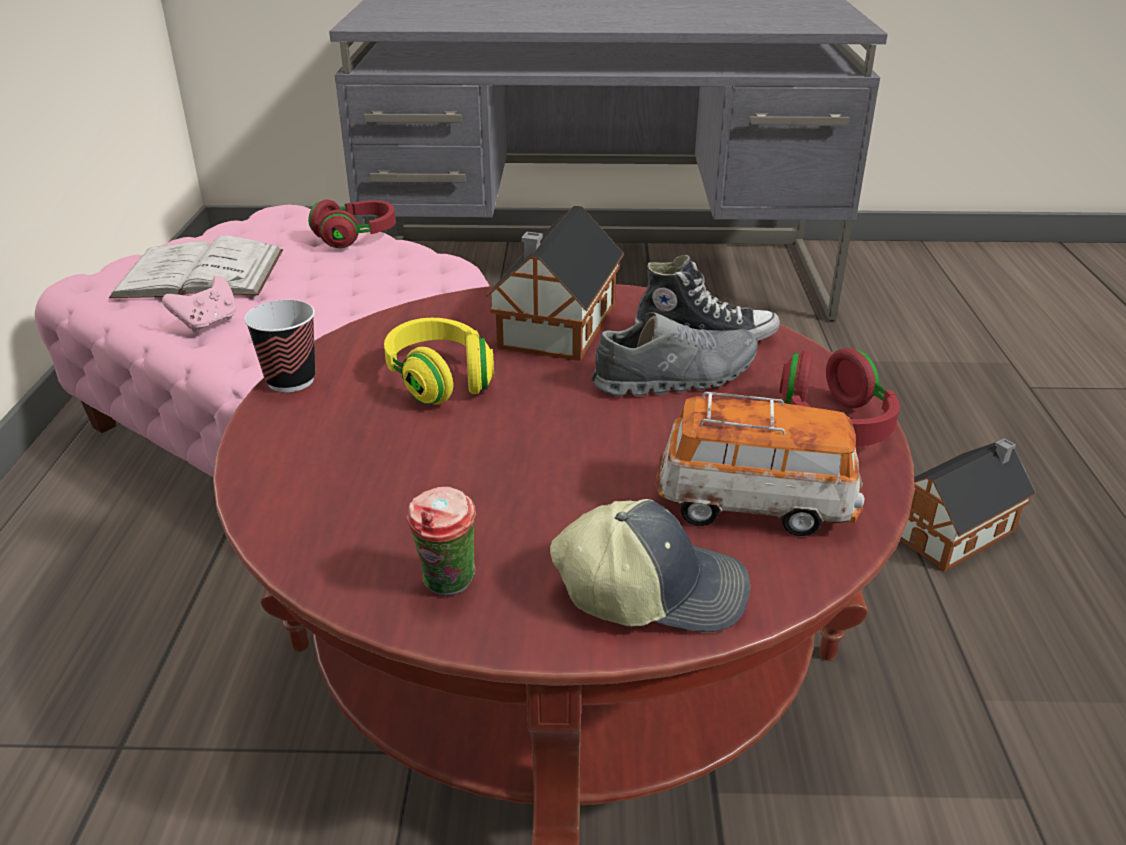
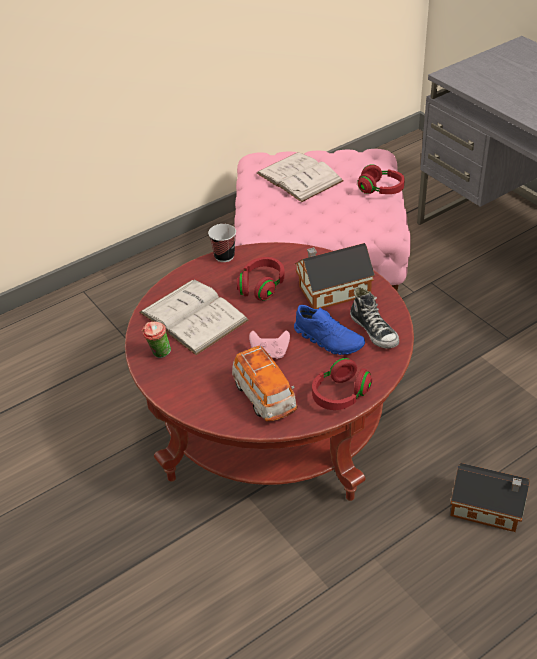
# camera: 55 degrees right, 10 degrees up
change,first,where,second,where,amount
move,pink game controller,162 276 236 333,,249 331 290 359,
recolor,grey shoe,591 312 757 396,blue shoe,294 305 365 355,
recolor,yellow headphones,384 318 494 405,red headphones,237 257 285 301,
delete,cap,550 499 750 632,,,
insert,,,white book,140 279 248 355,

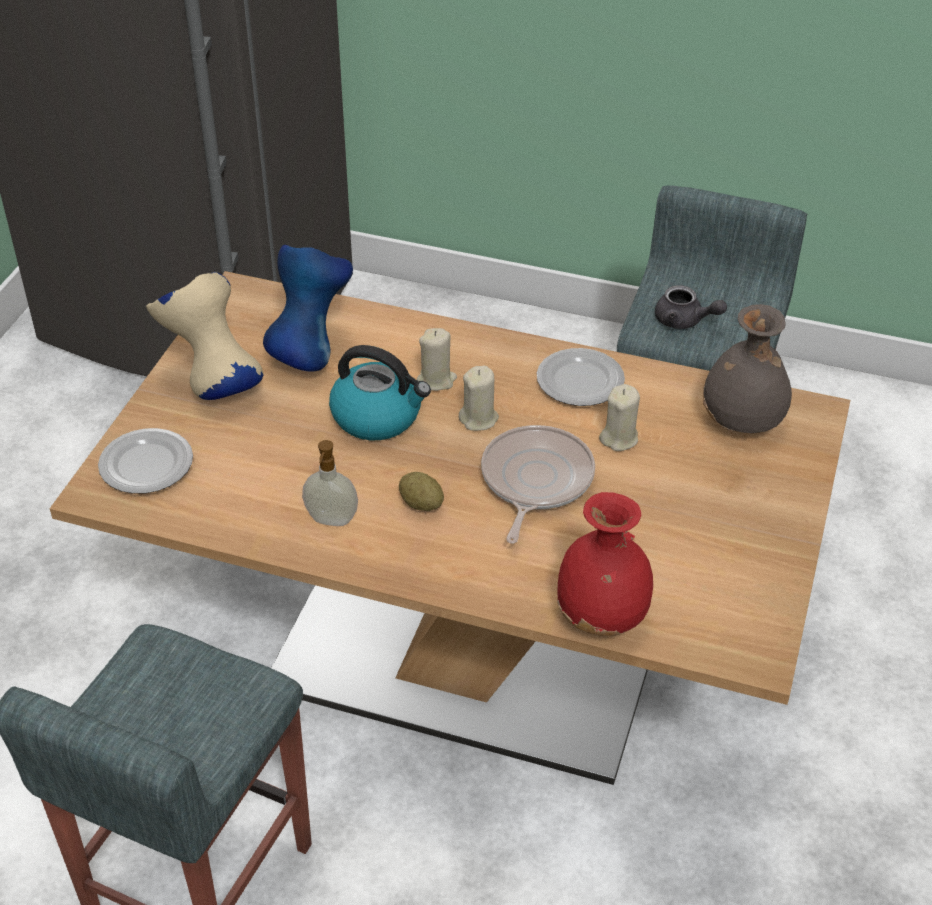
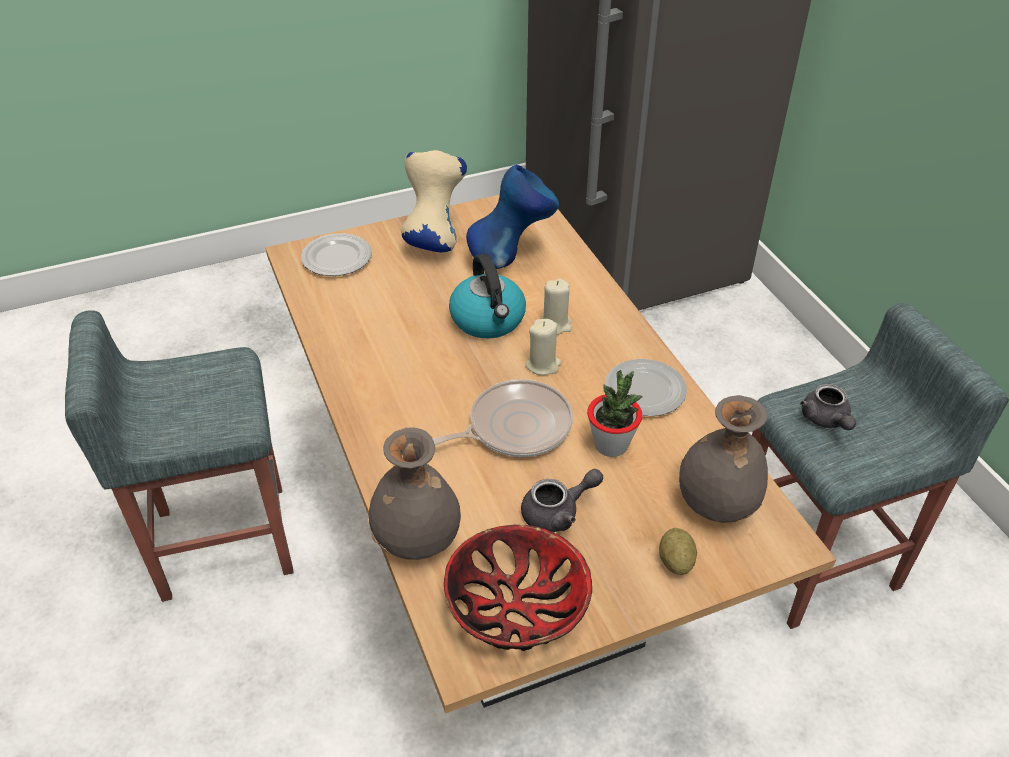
# camera: 50 degrees right, 0 degrees up
change,first,where,second,where,amount
replace,beige candle,599 384 640 451,potted plant,587 370 643 457,
delete,soap dispenser,302 440 358 526,,,
move,potato,399 472 444 511,,659 528 697 575,
recolor,red vase,557 492 653 636,grey vase,368 427 461 560,
insert,,,grey teapot,521 469 603 532,
insert,,,bowl,444 525 592 651,

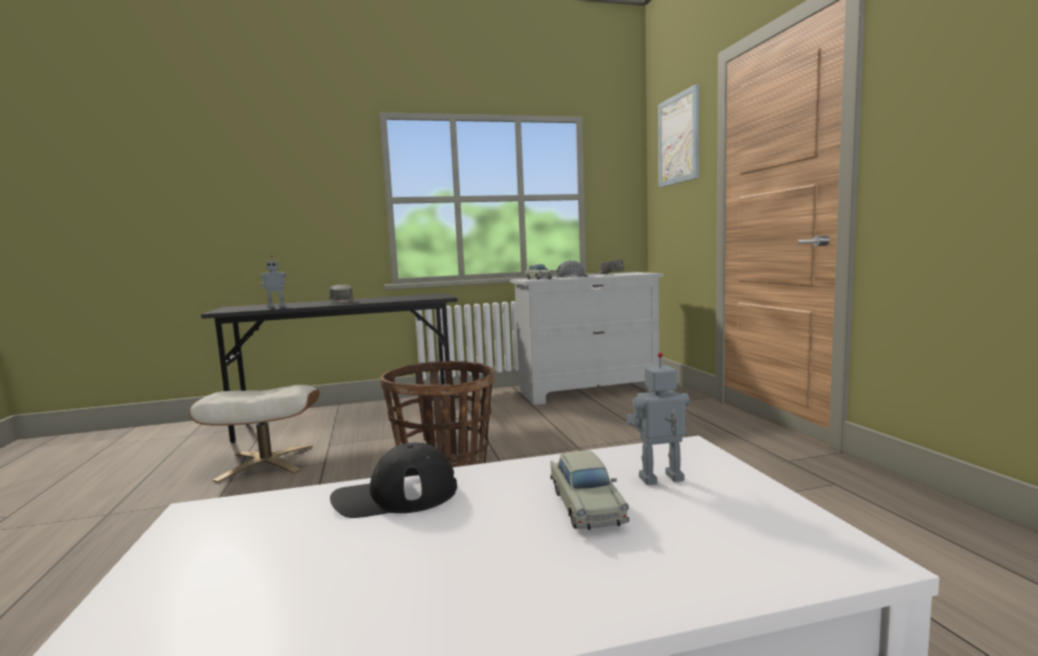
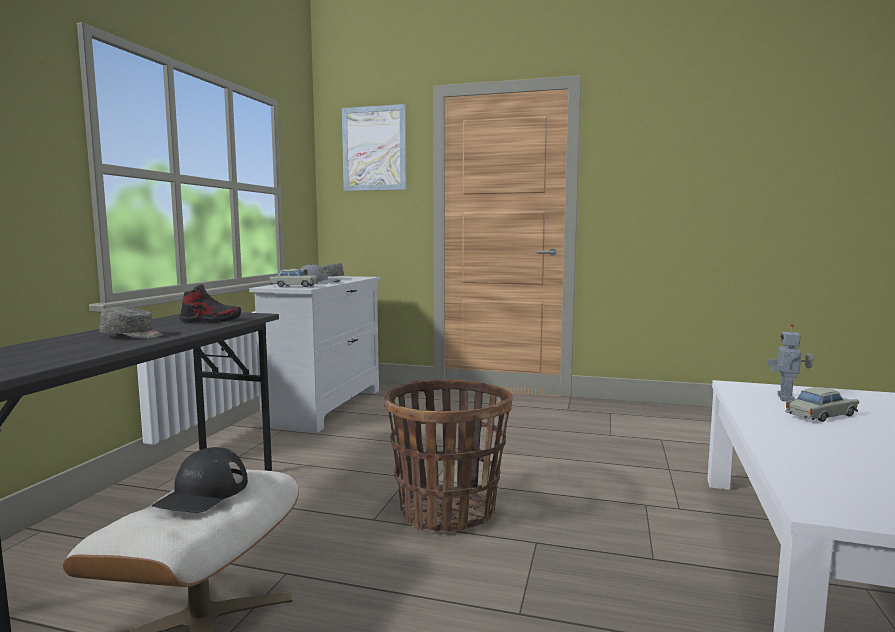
# camera: 60 degrees left, 0 degrees up
change,first,where,second,where,amount
delete,toy robot,261 255 286 308,,,
move,black cap,330 443 457 518,,152 447 248 513,
rotate,beige toy car,550 450 629 530,,785 387 859 422,45 degrees counterclockwise
insert,,,shoe,180 284 241 323,

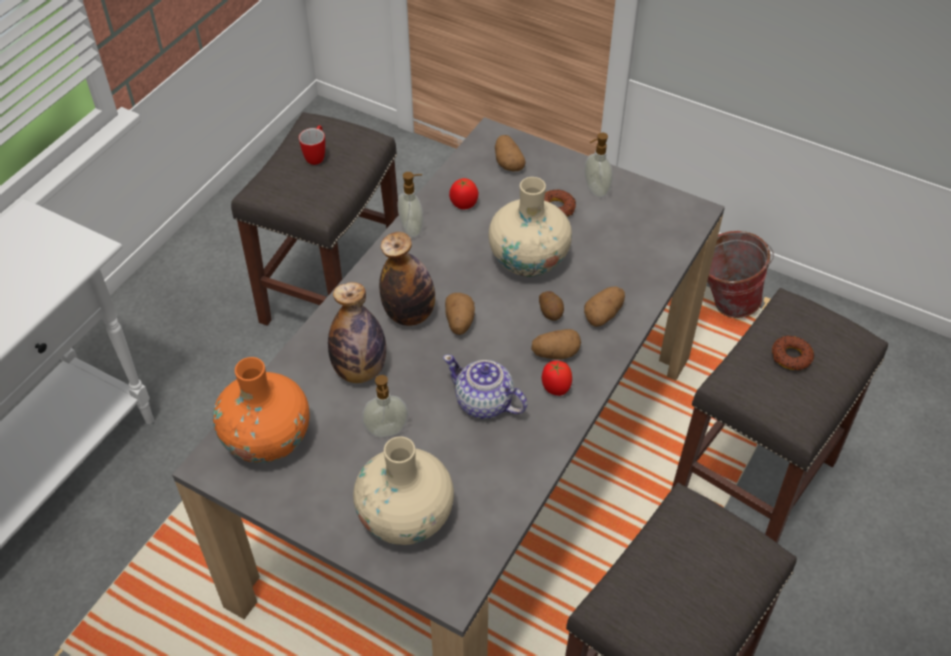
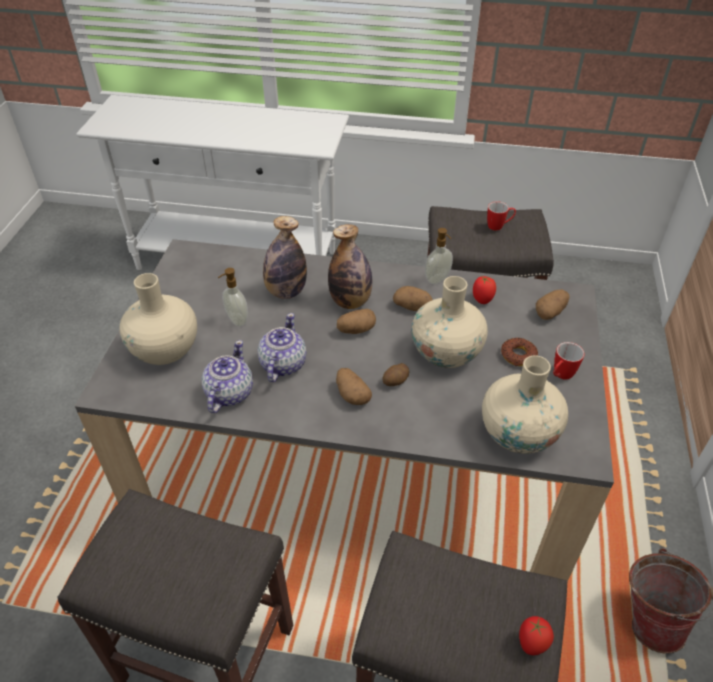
# camera: 70 degrees right, 5 degrees down
change,first,where,second,where,amount
replace,soap dispenser,584 133 613 197,mug,553 342 585 380,
move,potato,584 286 625 327,,393 286 433 311,
delete,donut,772 335 814 370,,,
delete,orange vase,213 357 309 463,,,
move,tomato,542 361 572 396,,519 616 554 655,
insert,,,teapot,202 340 253 413,
insert,,,beige vase,482 355 568 454,

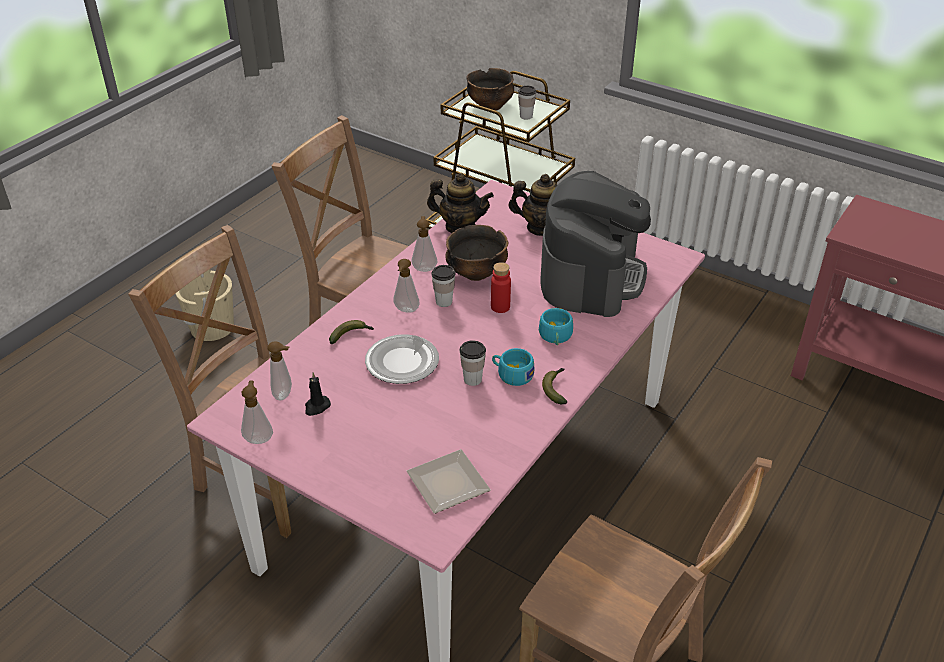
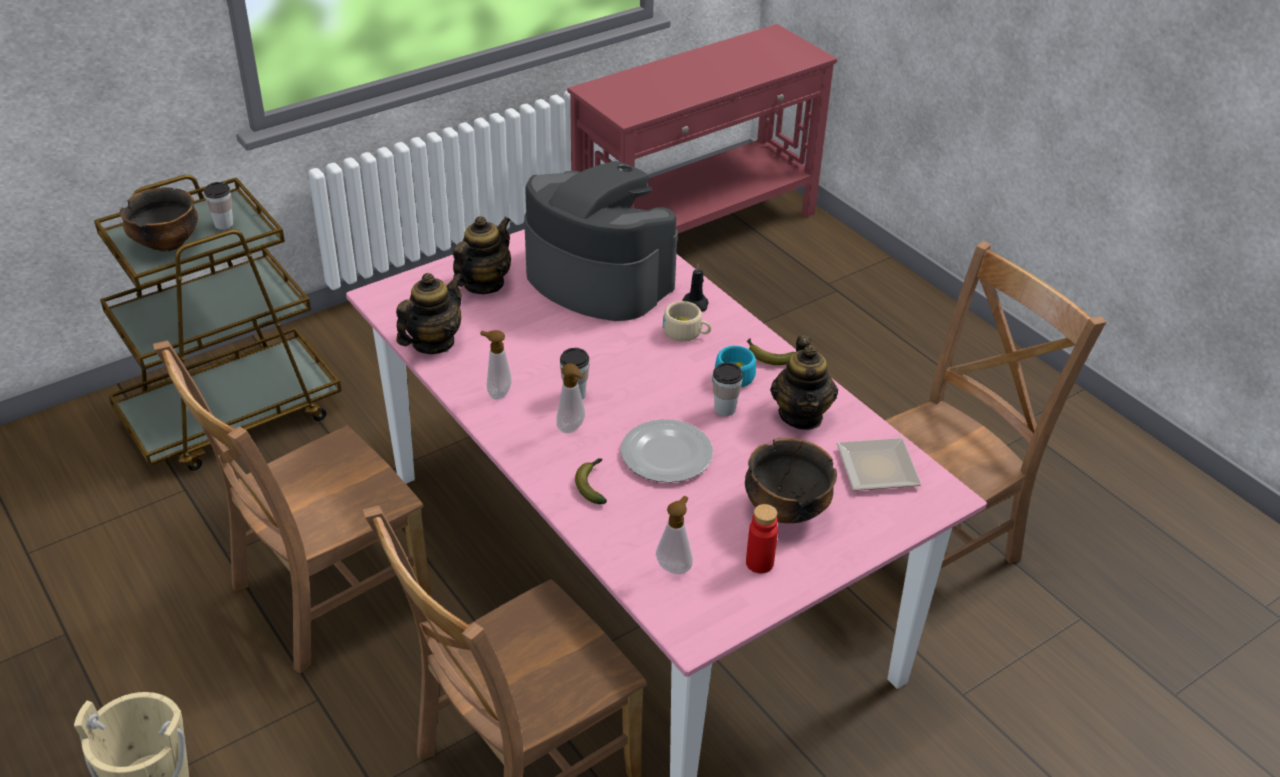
# camera: 70 degrees left, 0 degrees up
change,first,where,second,where,amount
move,bowl,445 225 508 281,,745 438 837 523,
move,red bottle,491 262 511 313,,746 504 778 573,
recolor,turquoise cup,539 308 573 345,beige cup,663 301 711 342,
move,black candle,305 373 331 416,,682 264 709 312,
delete,soap dispenser,241 380 273 444,,,
insert,,,teapot,770 335 838 430,

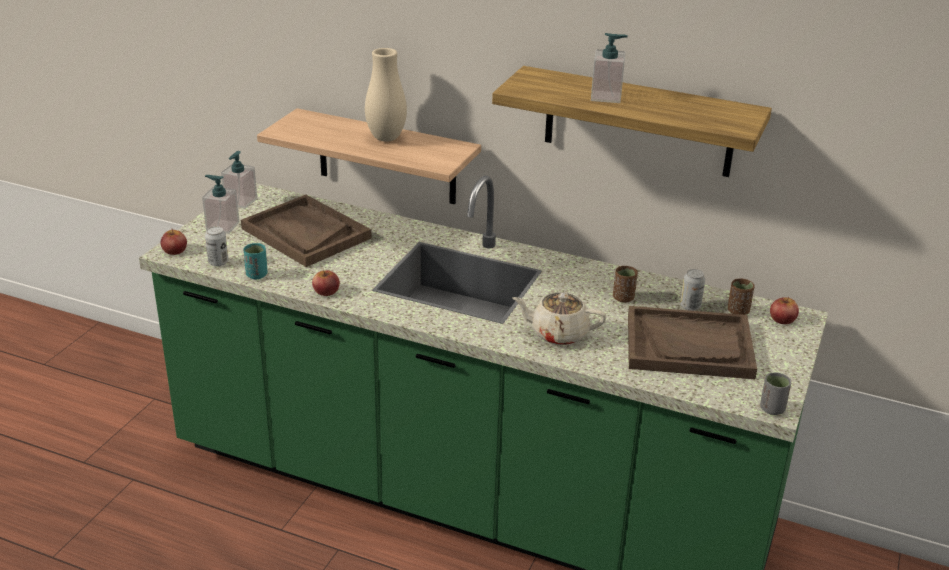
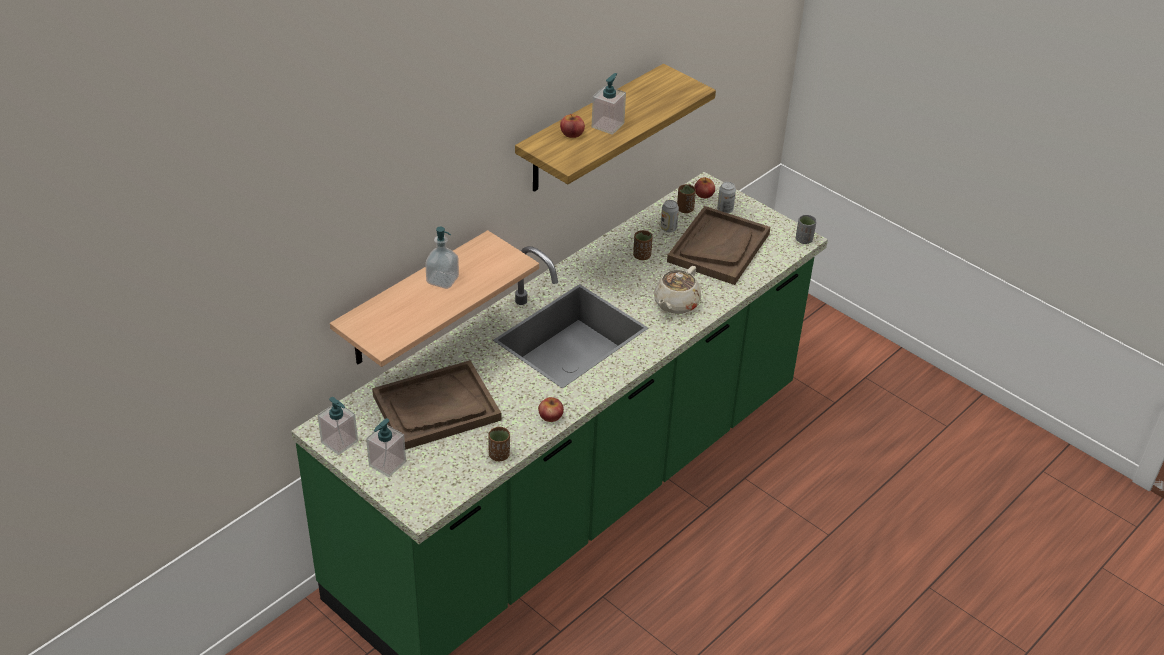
# camera: 70 degrees left, 10 degrees up
change,first,where,second,where,amount
replace,beige vase,365 48 407 142,soap dispenser,425 227 459 289,
move,can,205 226 228 266,,717 182 736 213,
move,apple,161 229 187 255,,560 114 585 138,
recolor,turquoise cup,244 243 267 279,brown cup,488 426 510 461,

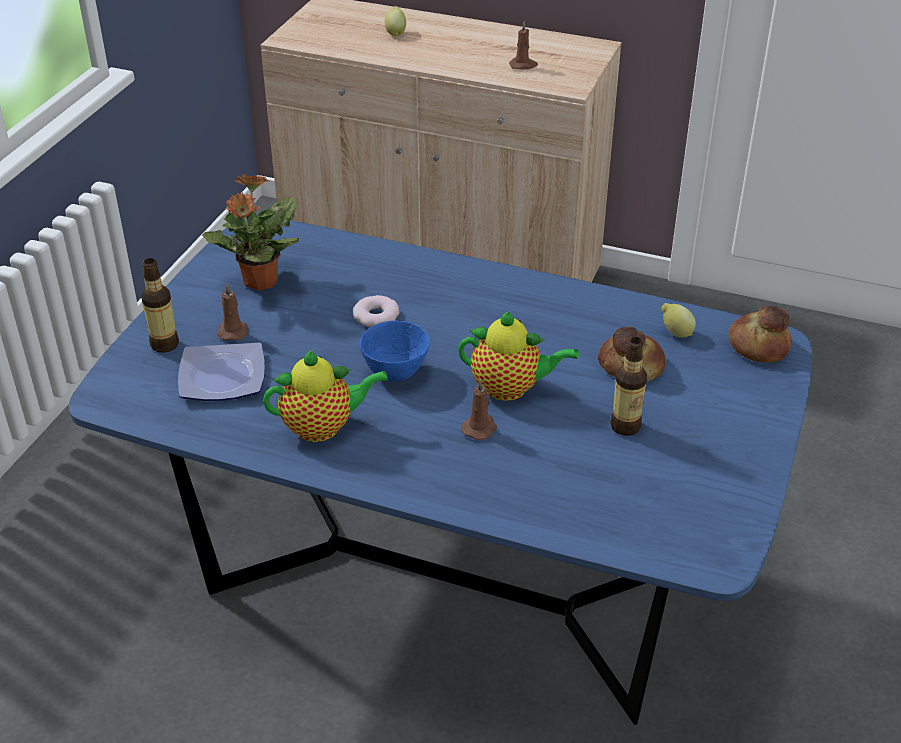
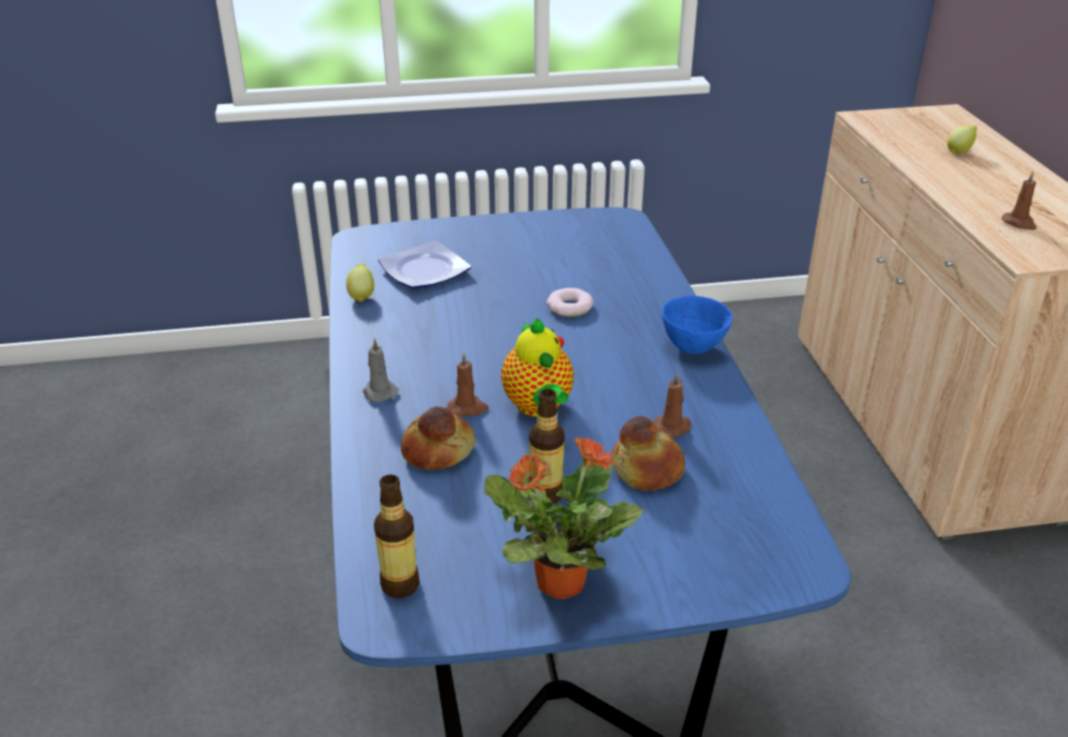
# camera: 60 degrees right, 5 degrees down
change,first,where,second,where,amount
move,potted plant,202 173 299 290,,485 435 643 599,
move,bottle,141 258 179 353,,374 474 419 598,
move,brown candle,217 284 248 340,,653 372 691 438,
move,lemon,661 303 696 338,,346 263 374 302,
move,bread,728 306 792 363,,401 406 476 470,
move,blue bowl,359 321 430 382,,662 296 732 354,
delete,teapot,263 350 388 442,,,
insert,,,grey candle,363 338 399 402,

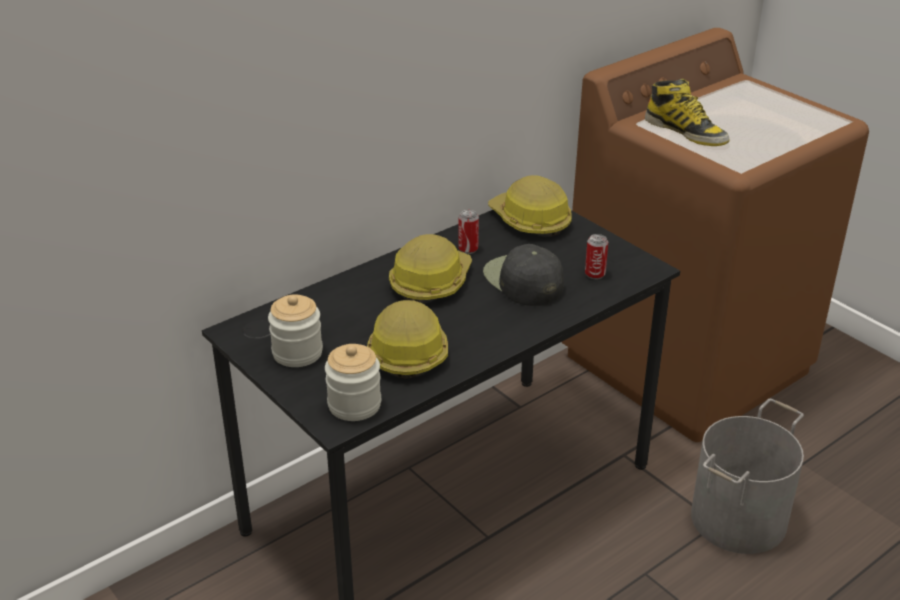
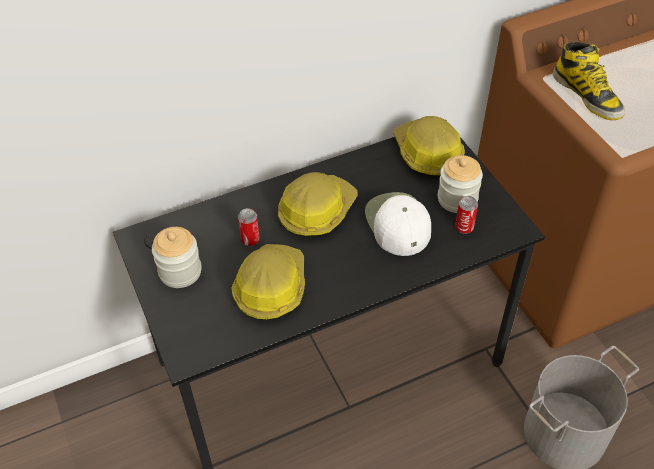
# camera: 15 degrees right, 15 degrees up
change,first,where,second,where,amount
move,can,458 210 479 254,,238 208 260 246,
recolor,black cap,483 244 564 306,white cap,365 192 431 256,
move,jar,325 344 381 421,,438 155 483 213,

